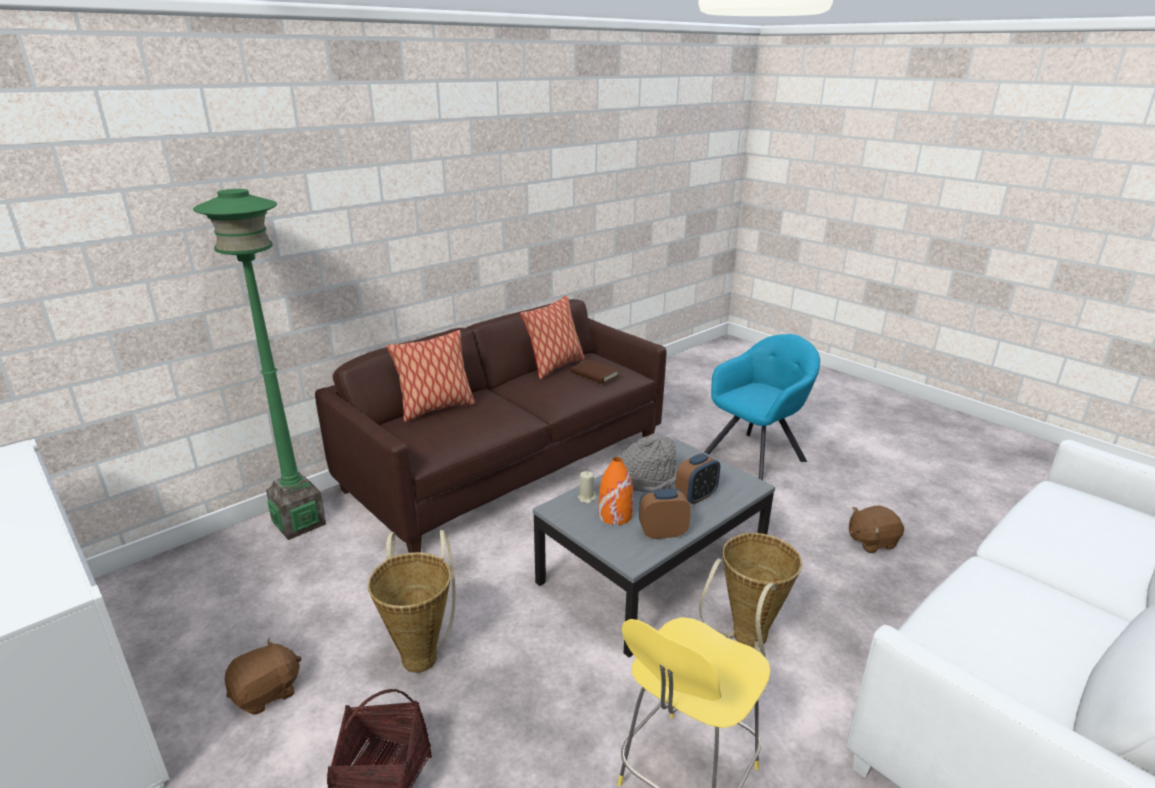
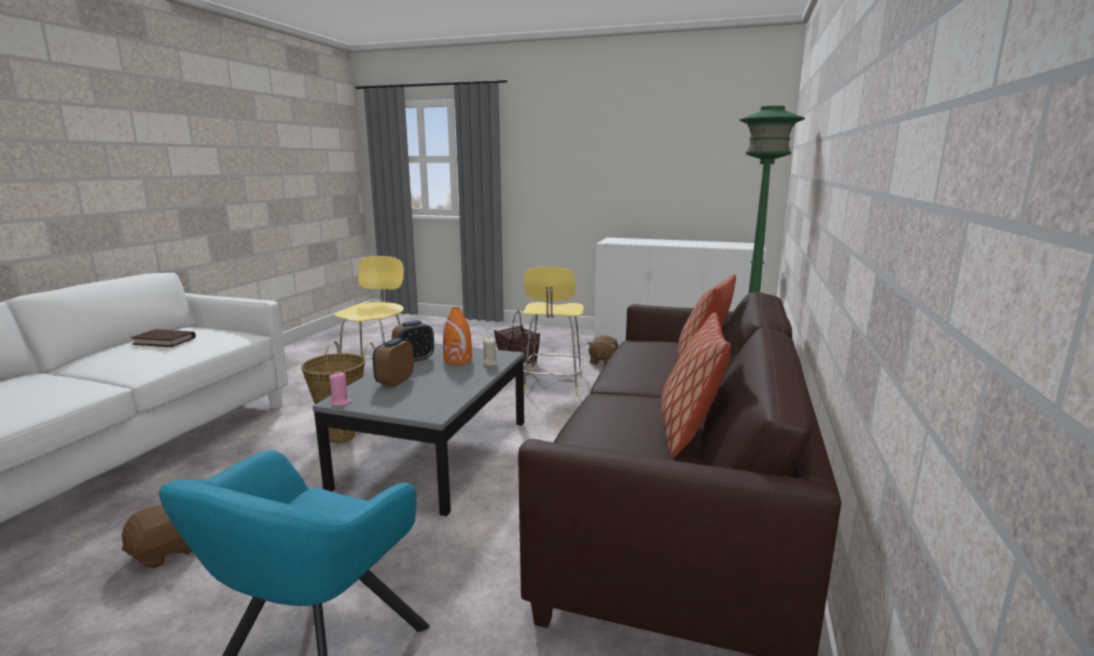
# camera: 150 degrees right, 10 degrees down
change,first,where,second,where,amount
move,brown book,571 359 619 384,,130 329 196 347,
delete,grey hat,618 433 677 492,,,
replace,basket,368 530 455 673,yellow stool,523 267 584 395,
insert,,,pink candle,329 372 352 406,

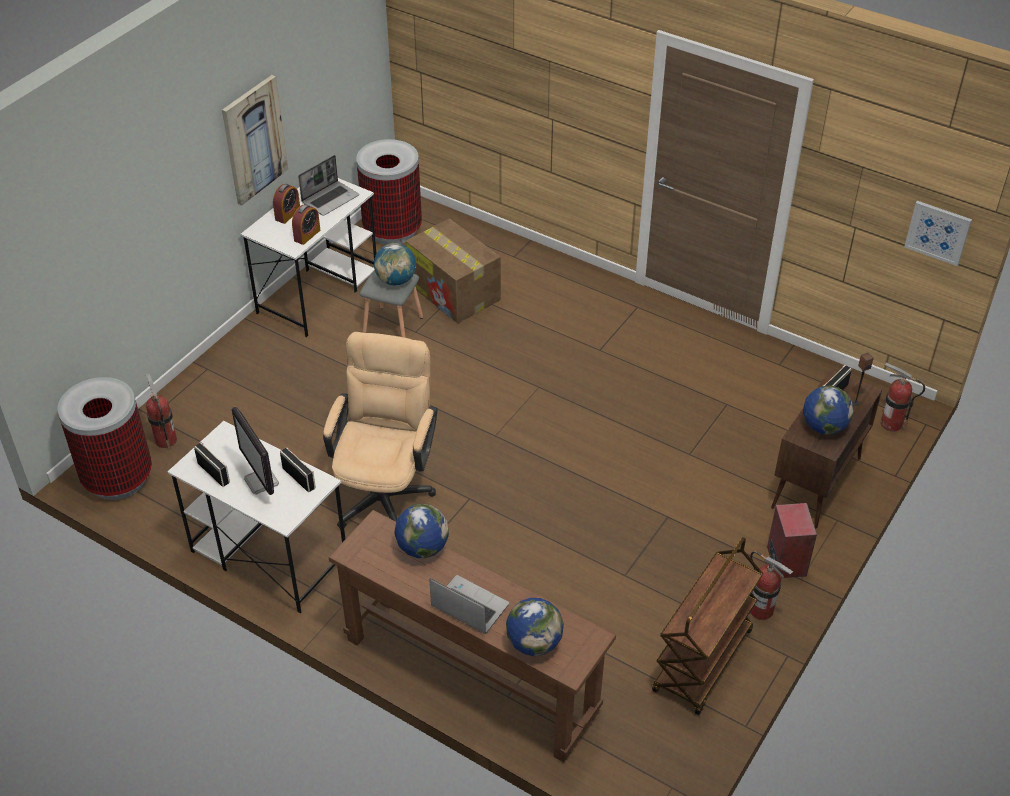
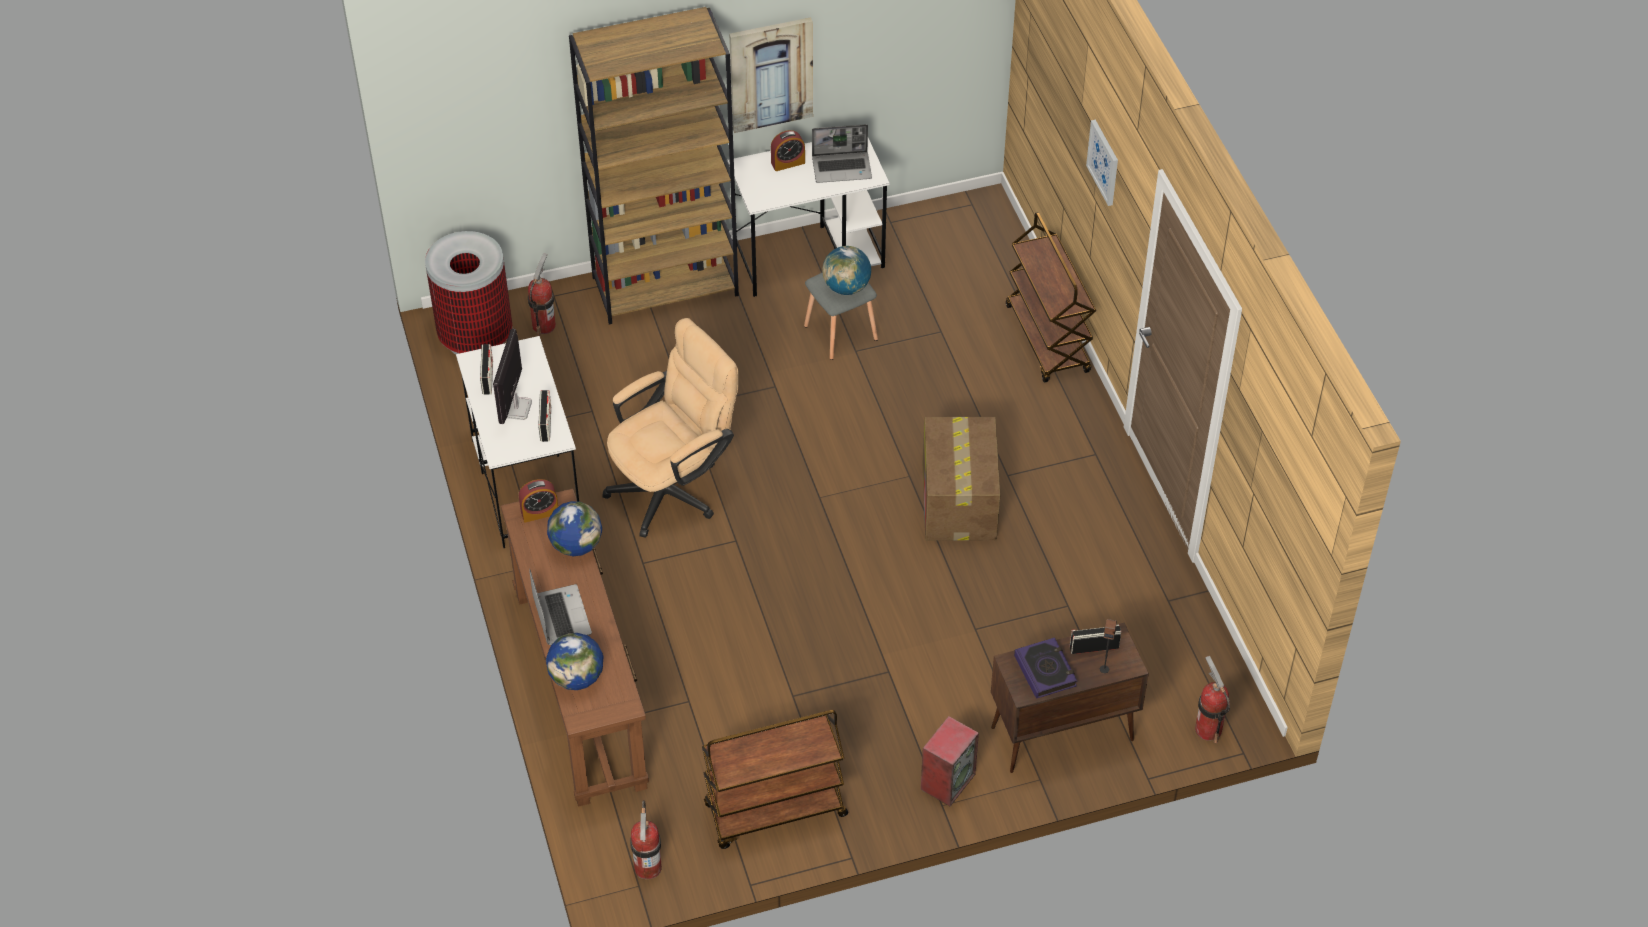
# camera: 40 degrees right, 5 degrees up
change,first,where,second,where,amount
delete,trash can,356 139 422 245,,,
move,picture,904 201 972 266,,1086 120 1118 206,
move,alarm clock,292 204 320 245,,519 479 558 523,
move,cardboard box,406 218 501 323,,923 417 1000 540,
replace,globe,803 386 853 435,book,1014 637 1077 699,
move,fire extinguisher,750 551 793 620,,630 800 662 879,
insert,,,brown bookcase,569 7 739 325,
insert,,,brown cart,1006 212 1096 382,

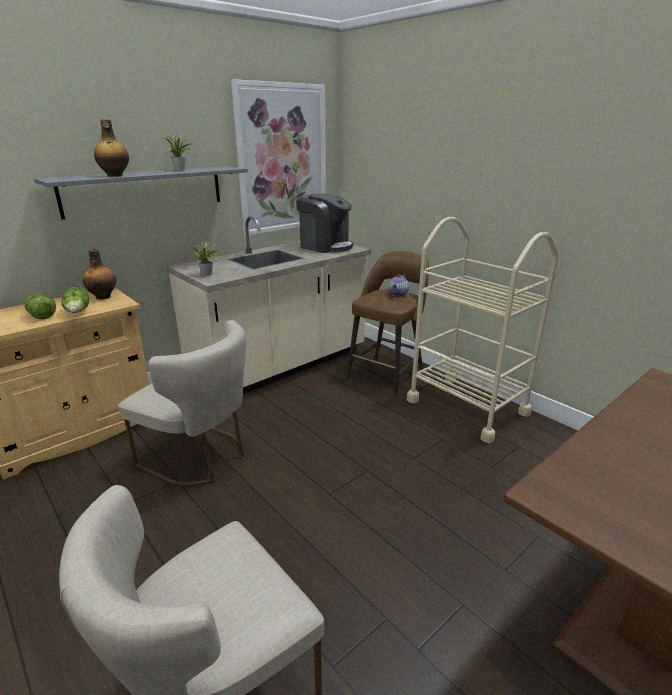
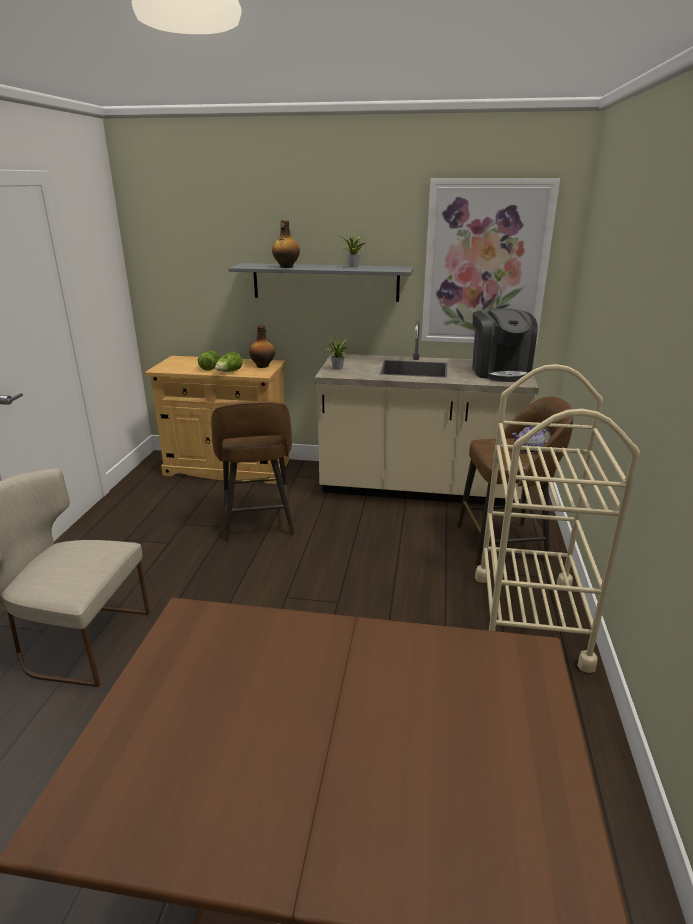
# camera: 50 degrees right, 0 degrees up
change,first,where,second,where,amount
replace,beige chair,118 320 247 486,brown stool,211 401 295 541,

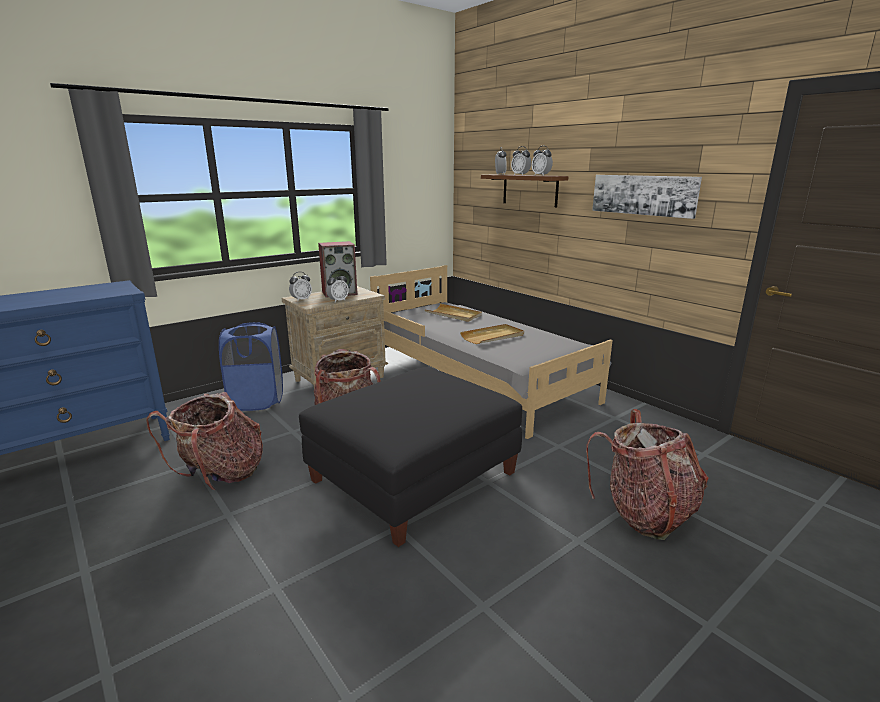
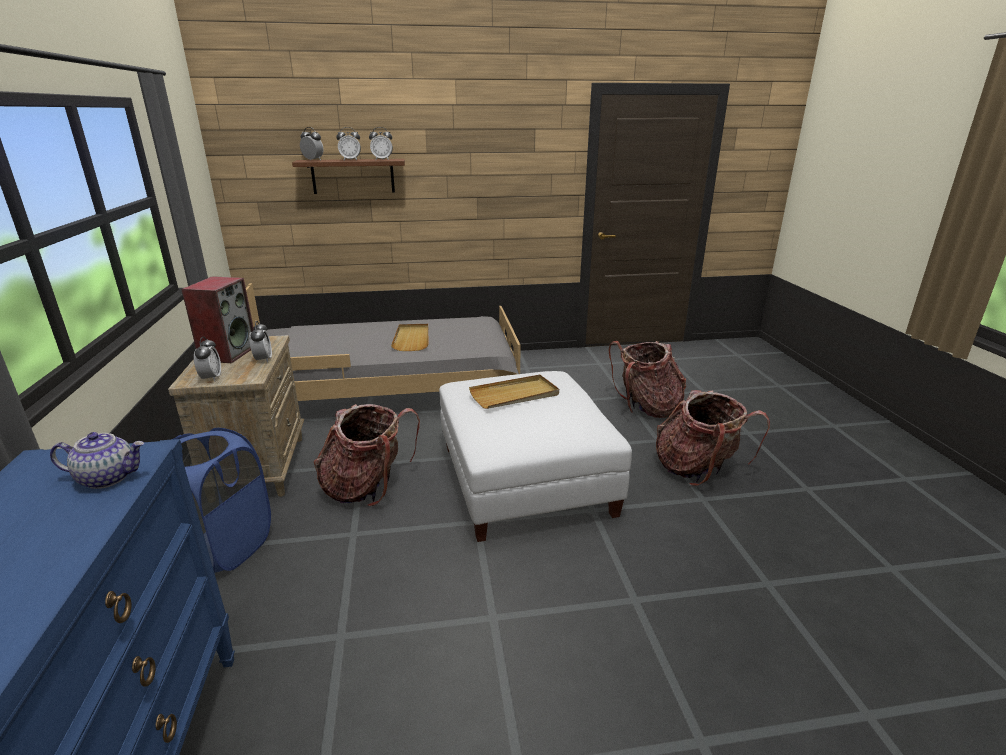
# camera: 60 degrees left, 5 degrees up
change,first,where,second,where,amount
delete,picture,592 175 702 219,,,
move,beige tray,425 304 482 322,,469 375 559 409,
recolor,black ottoman,299 367 522 547,white ottoman,439 371 632 542,
move,backpack,146 392 263 491,,656 390 770 486,
insert,,,teapot,50 432 144 489,

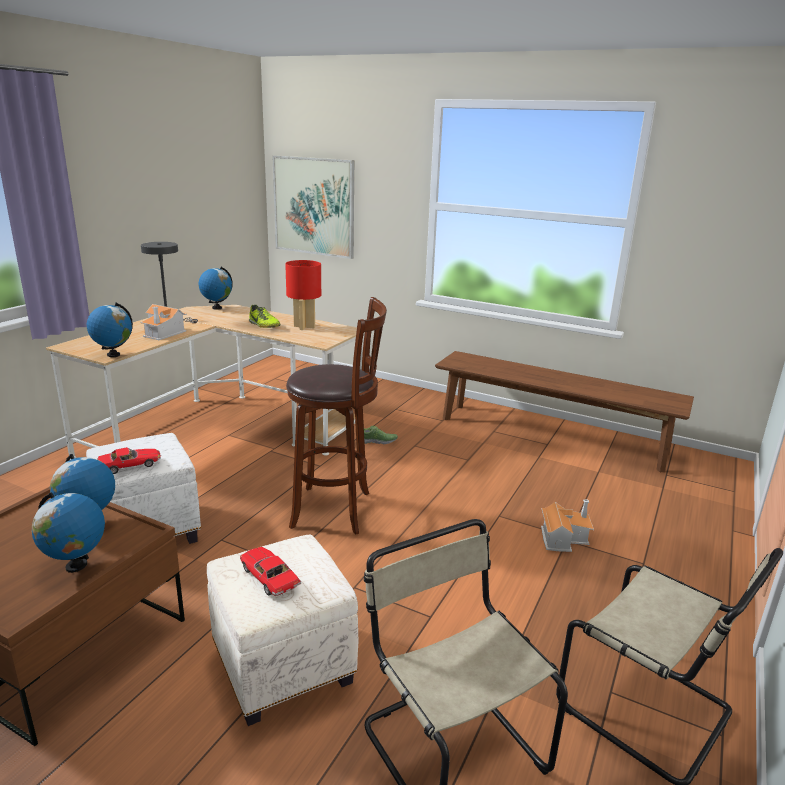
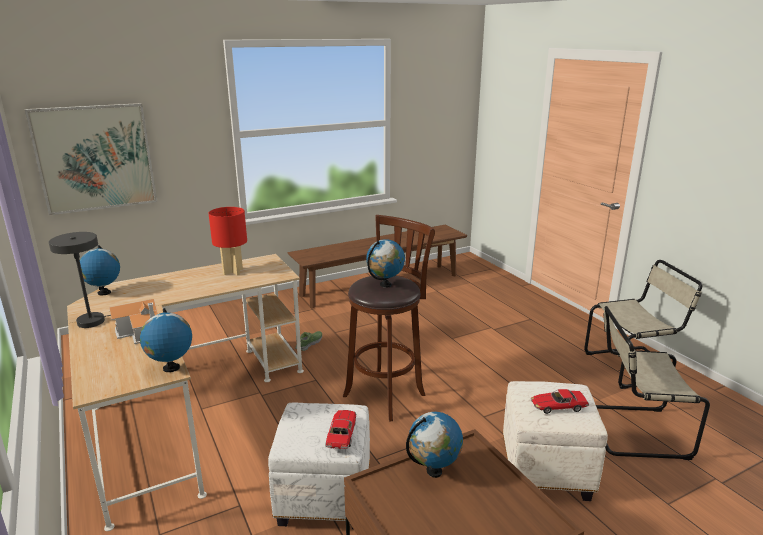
# camera: 55 degrees left, 0 degrees up
change,first,where,second,where,amount
delete,shoe,249 305 280 328,,,
move,globe,32 492 105 573,,366 239 405 288,
delete,toy house,541 499 594 552,,,

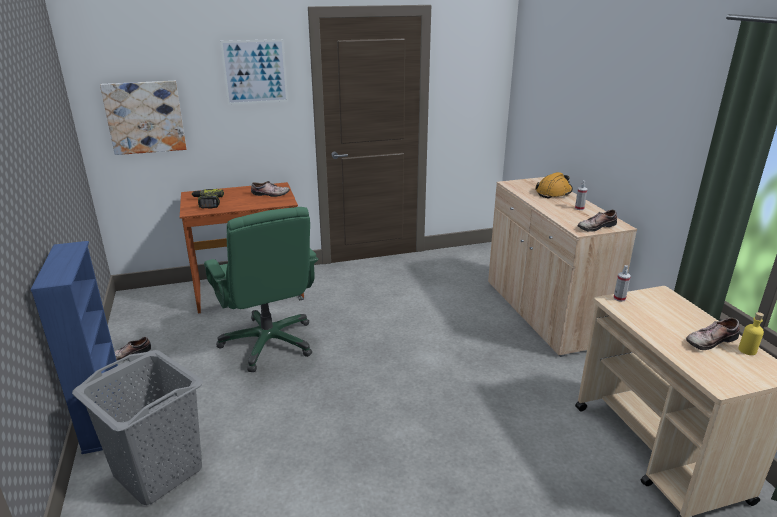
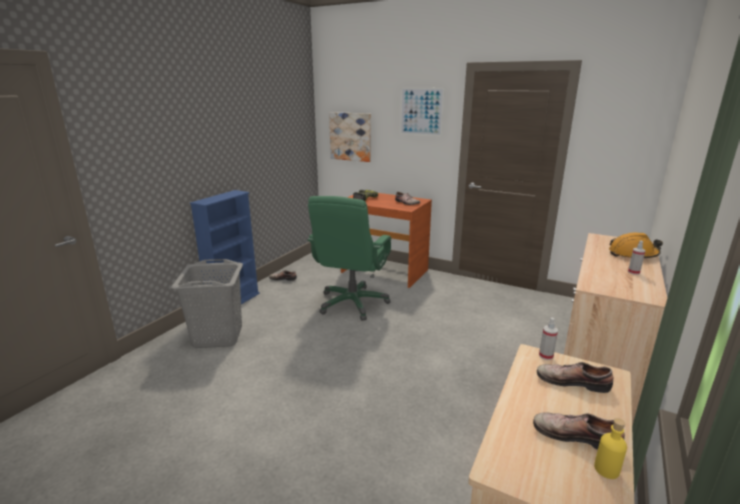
# camera: 45 degrees right, 5 degrees down
change,first,where,second,where,amount
move,shoe,578 210 617 232,,537 362 613 393,

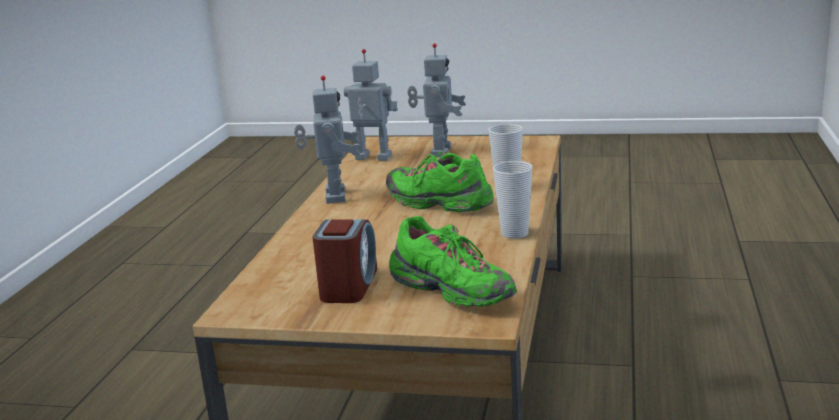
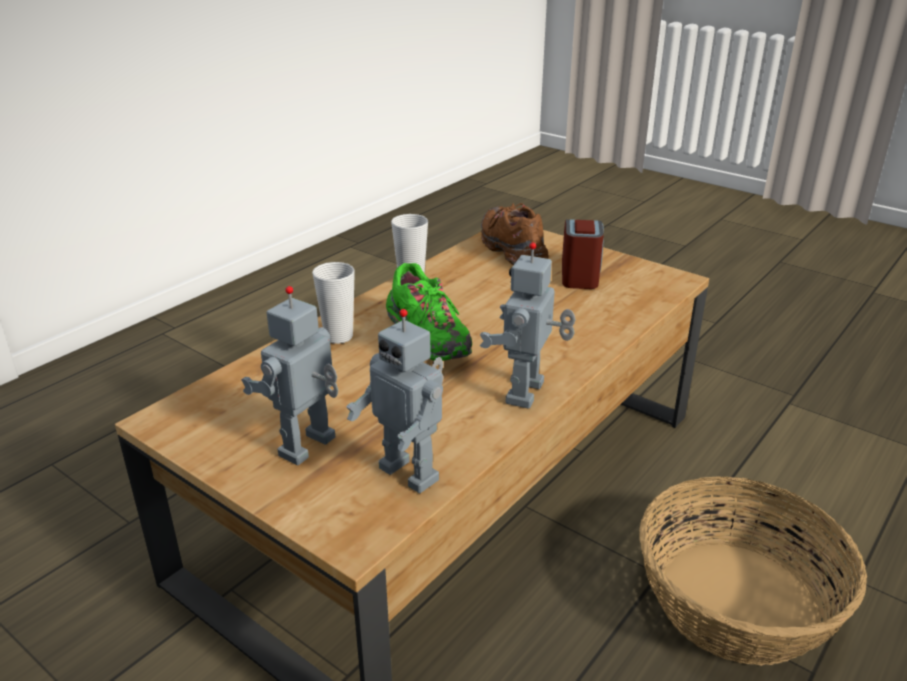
# camera: 155 degrees left, 10 degrees up
change,first,where,second,where,amount
recolor,green shoe,389 216 517 307,brown shoe,481 203 549 265,
rotate,alarm clock,312 219 377 303,,562 219 604 289,150 degrees clockwise
insert,,,basket,639 476 867 666,

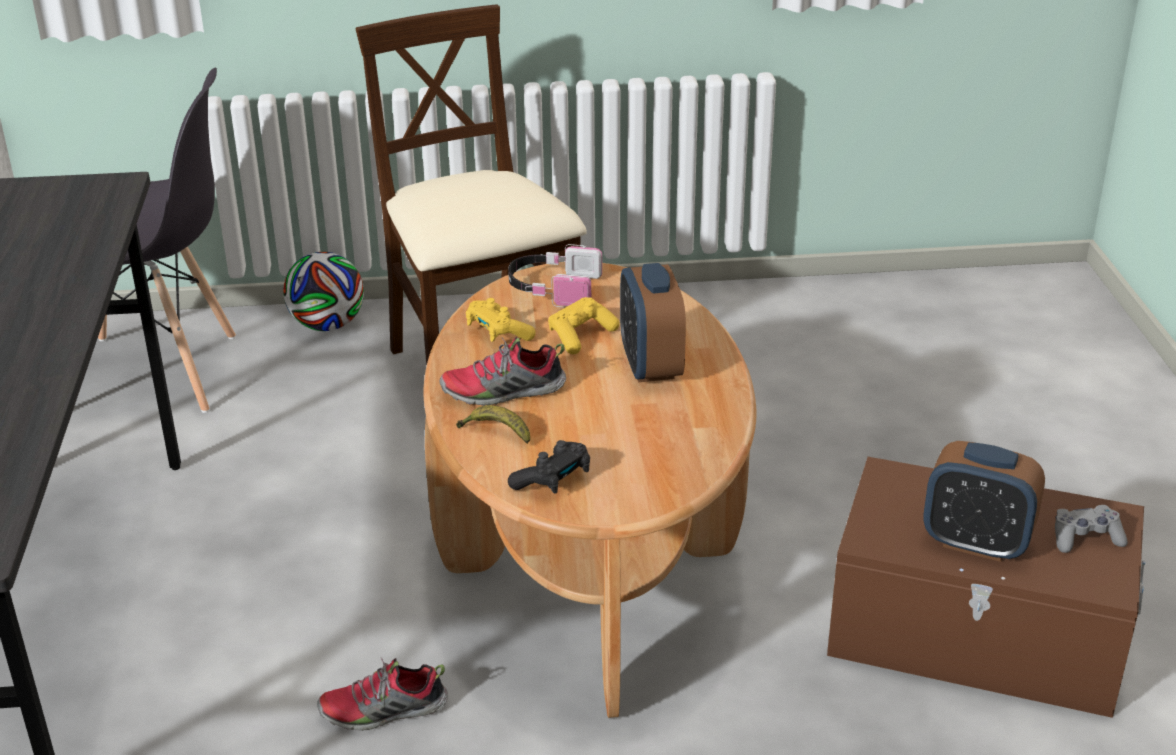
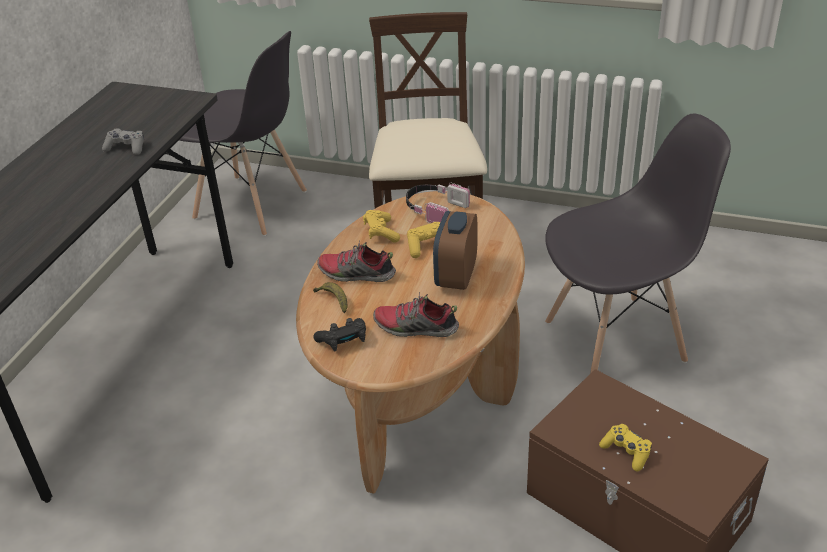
# camera: 25 degrees right, 5 degrees up
change,first,where,second,where,amount
delete,football,283 252 364 331,,,
replace,alarm clock,924 441 1045 562,yellow game controller,599 424 652 472,
move,grey game controller,1055 505 1128 553,,102 128 144 155,
move,shoe,317 657 448 731,,373 292 459 337,
insert,,,grey chair,545 114 731 374,

